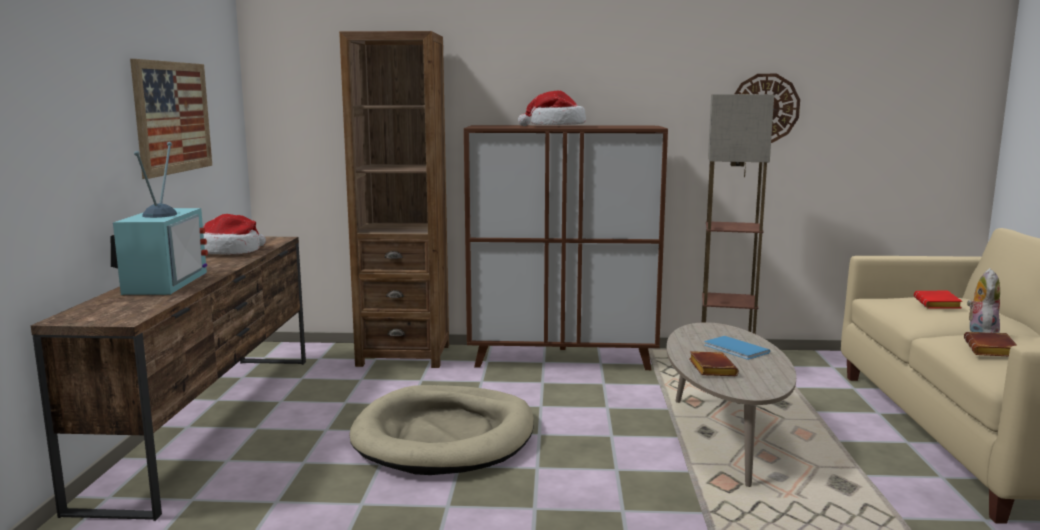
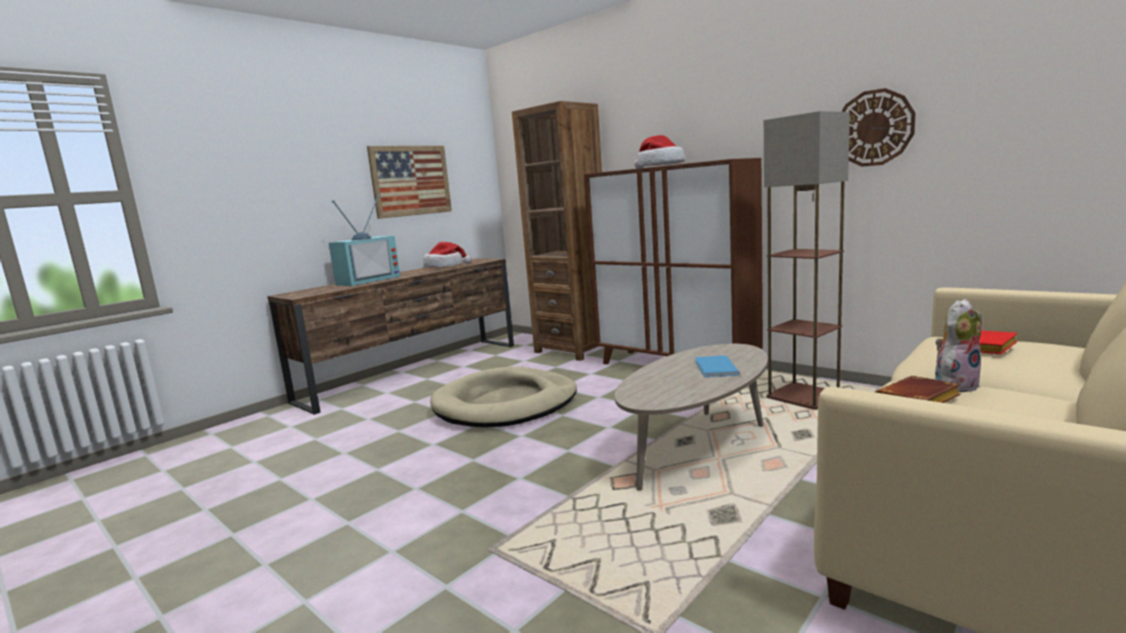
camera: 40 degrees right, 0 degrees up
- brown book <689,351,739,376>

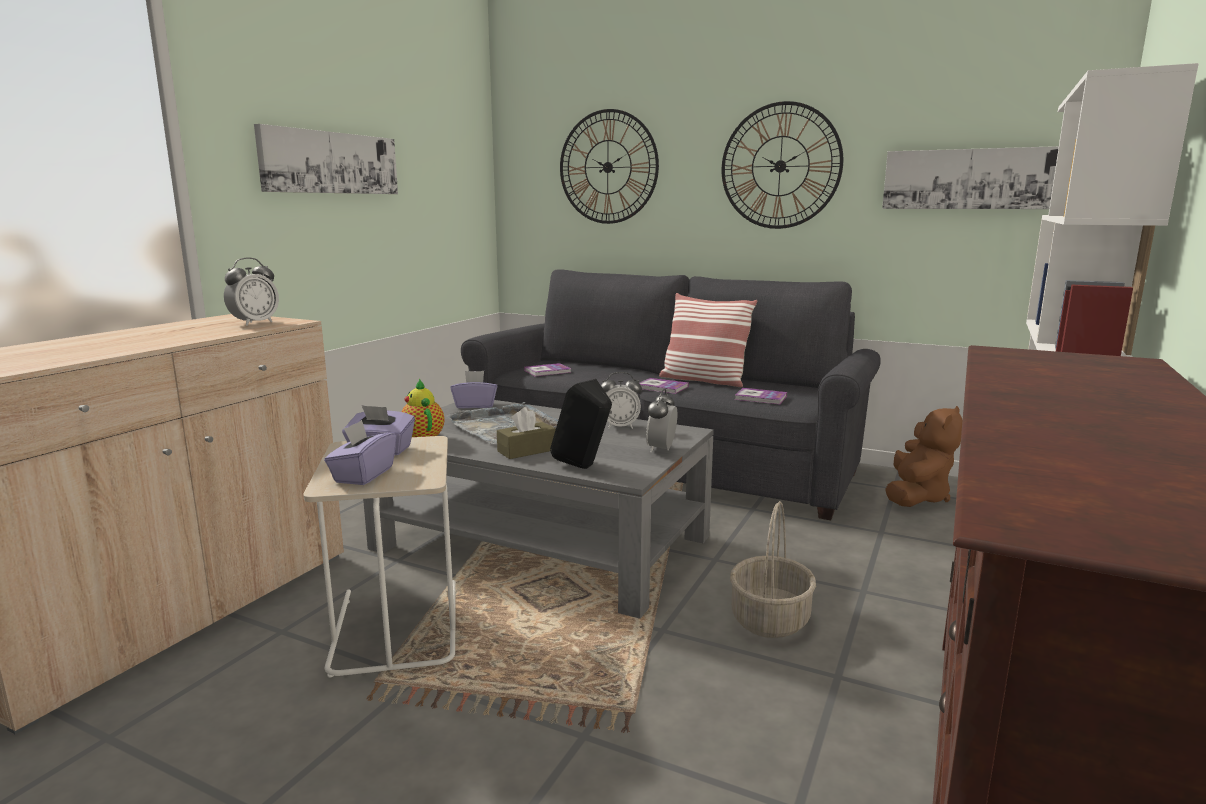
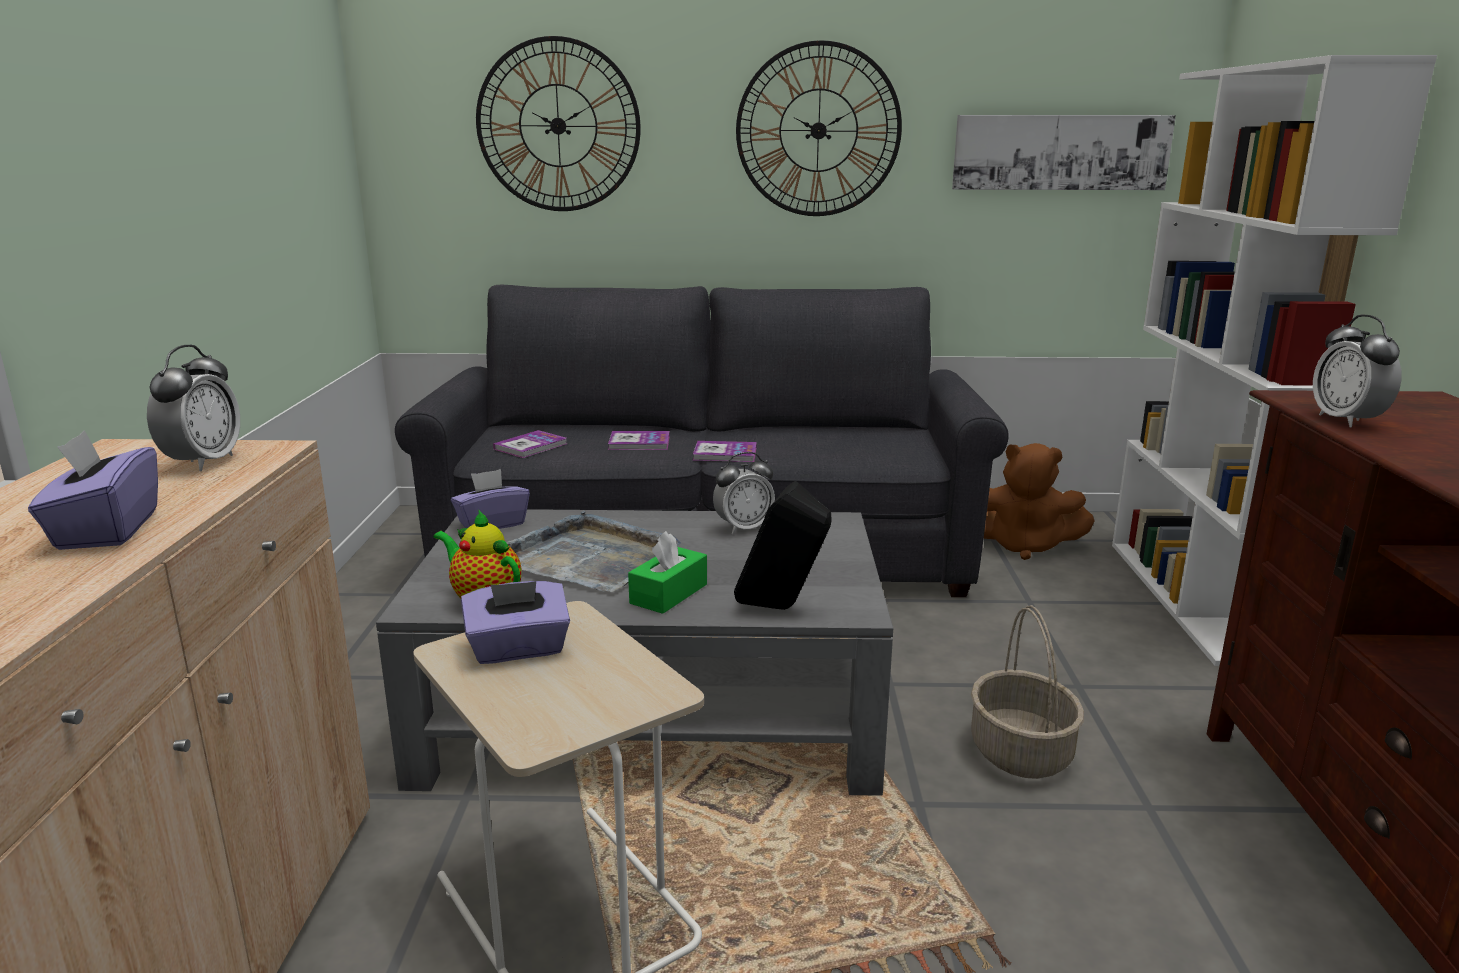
camera: 25 degrees left, 5 degrees up
~ purple tissue box <324,420,396,485> to <28,430,158,550>
~ book <734,388,787,404> to <608,431,670,450>
~ brown tissue box <497,407,556,459> to green tissue box <628,531,707,614>
~ brown plush toy <885,406,962,507> = <984,443,1095,560> 105 degrees clockwise
~ alarm clock <646,389,677,453> to <1313,315,1402,428>
- picture <254,124,398,194>
- pillow <659,293,757,387>

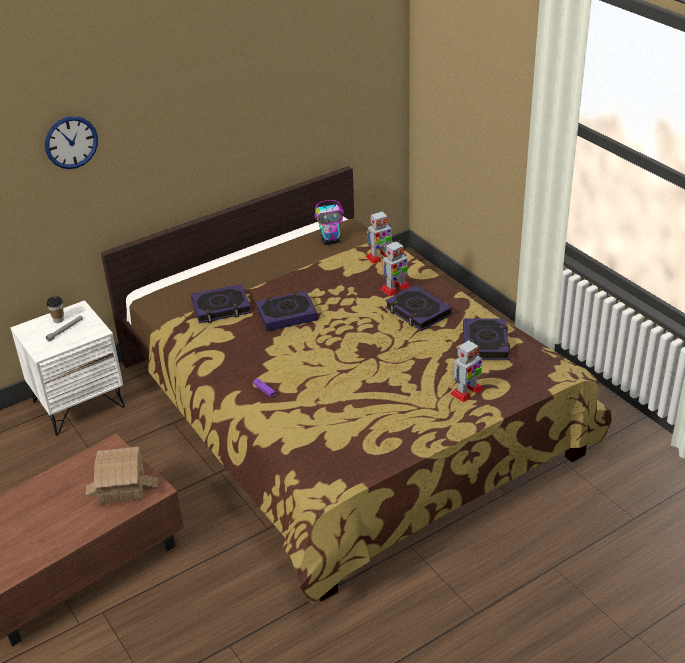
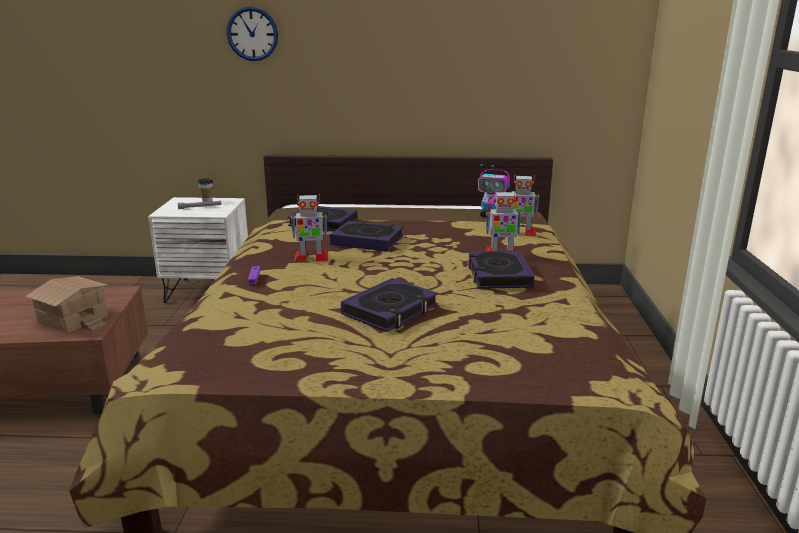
camera: 35 degrees right, 15 degrees down
~ toy robot <450,339,484,402> to <291,194,328,262>
~ book <463,318,510,360> to <341,278,438,332>

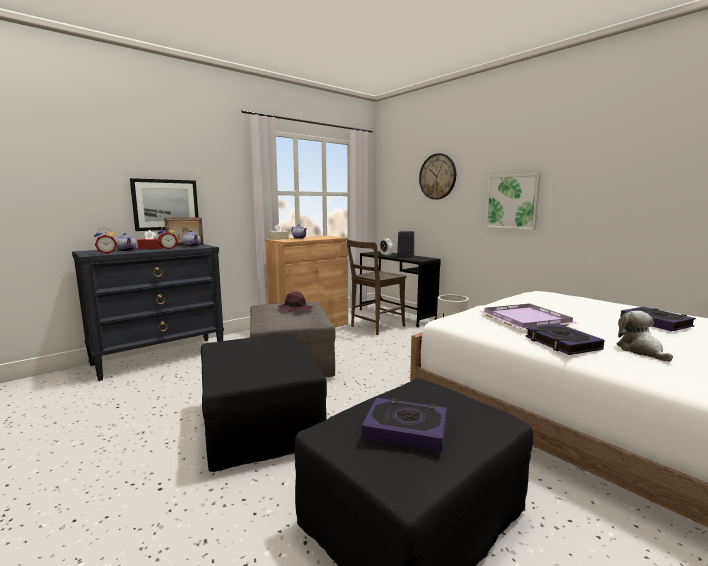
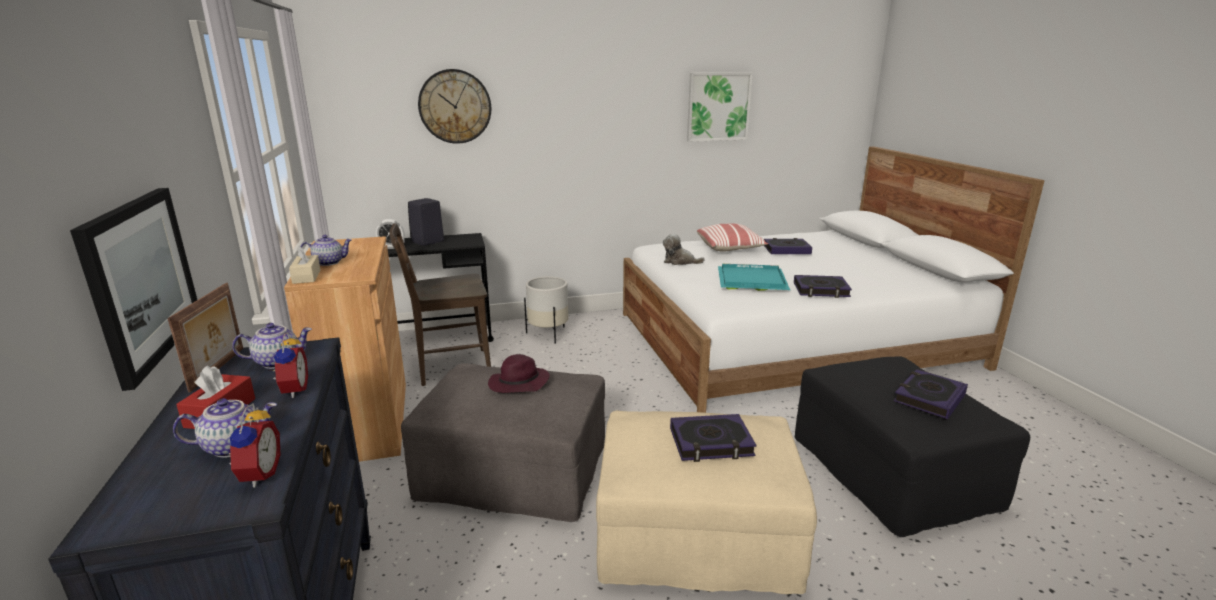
camera: 65 degrees left, 10 degrees up
~ brown chair <347,240,407,335> = <389,223,491,386> 90 degrees clockwise
~ black ottoman <201,334,327,472> to beige ottoman <596,411,817,594>
~ plush toy <616,311,673,362> to <663,234,704,265>
+ book <670,414,756,462>
~ picture <485,173,541,230> to <687,72,753,142>
+ pillow <697,223,768,251>
~ purple tray <479,304,578,330> to turquoise tray <718,264,790,291>

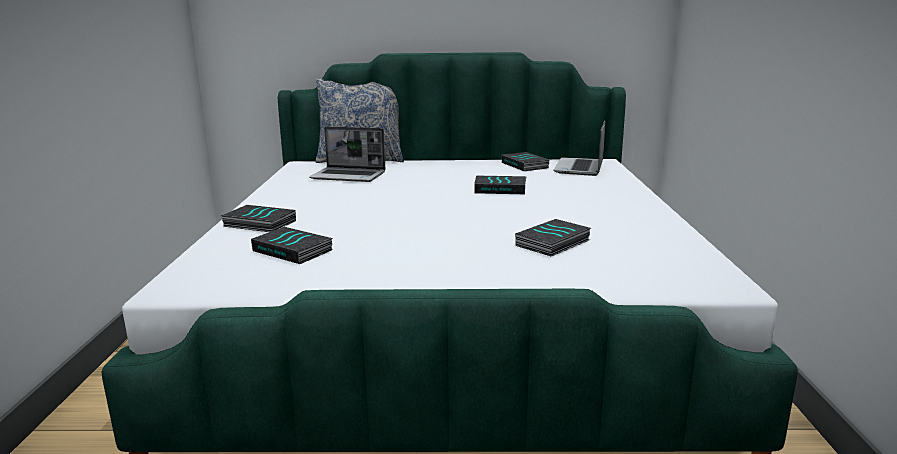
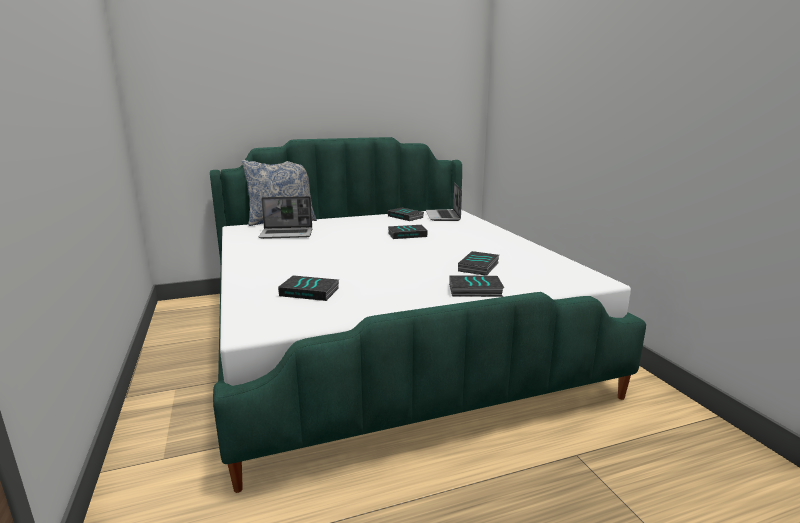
camera: 20 degrees left, 0 degrees up
~ book <221,205,296,232> to <449,275,504,297>

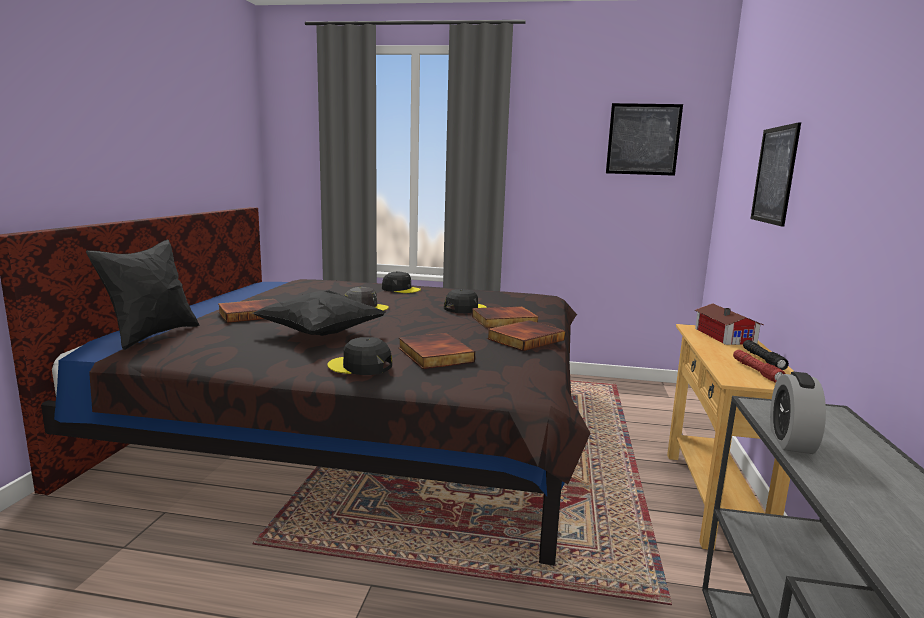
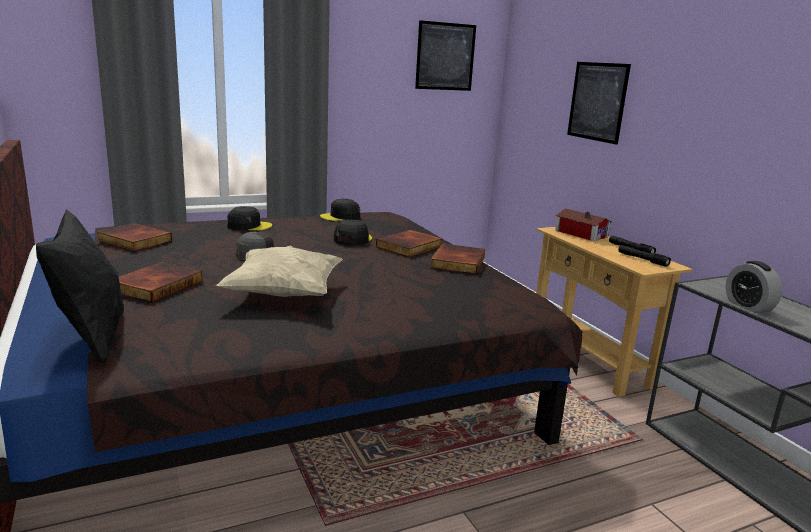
camera: 35 degrees left, 5 degrees up
~ book <398,333,475,369> to <97,223,172,252>
~ black pillow <253,291,386,336> to beige pillow <216,246,343,297>
~ black cap <328,337,392,375> to <320,199,360,221>
~ red flashlight <733,350,786,383> to black flashlight <618,245,671,267>

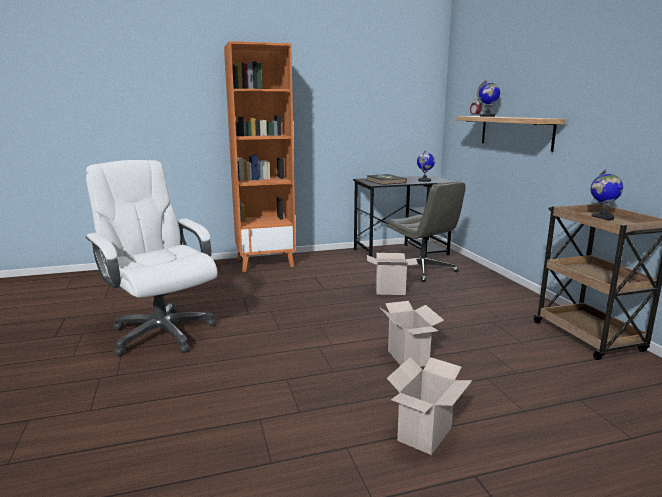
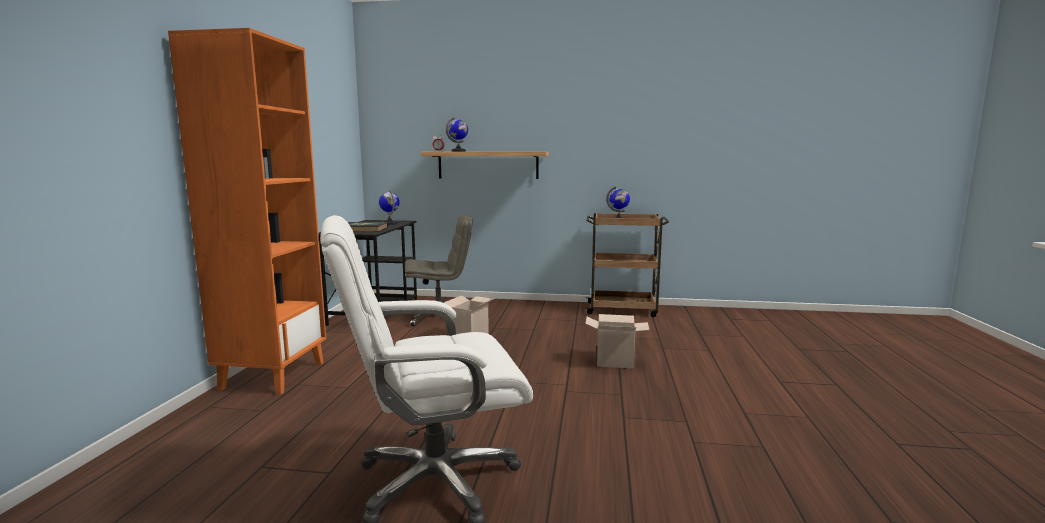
camera: 65 degrees left, 5 degrees down
- cardboard box <387,357,472,455>

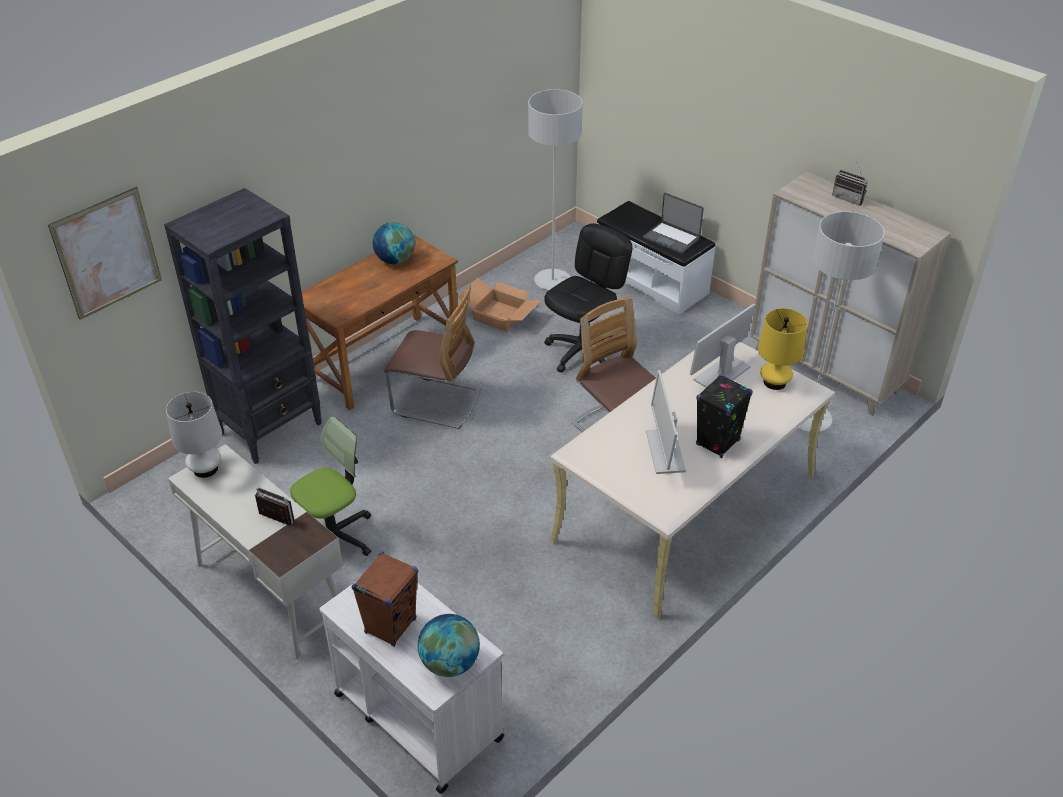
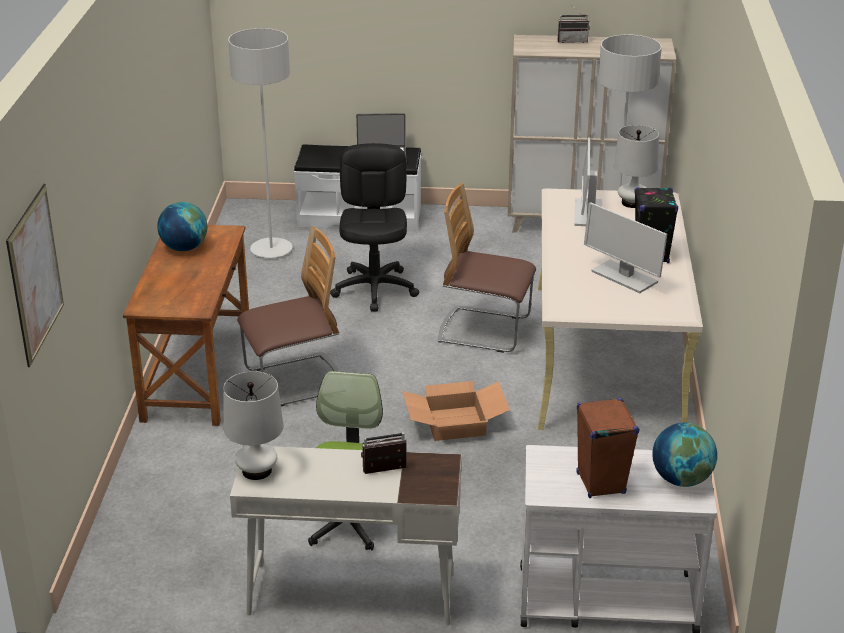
camera: 40 degrees left, 10 degrees down
~ cardboard box <458,278,541,332> to <403,381,510,441>
~ yellow table lamp <758,308,807,390> to white table lamp <614,125,659,208>
- black bookcase <164,188,322,464>

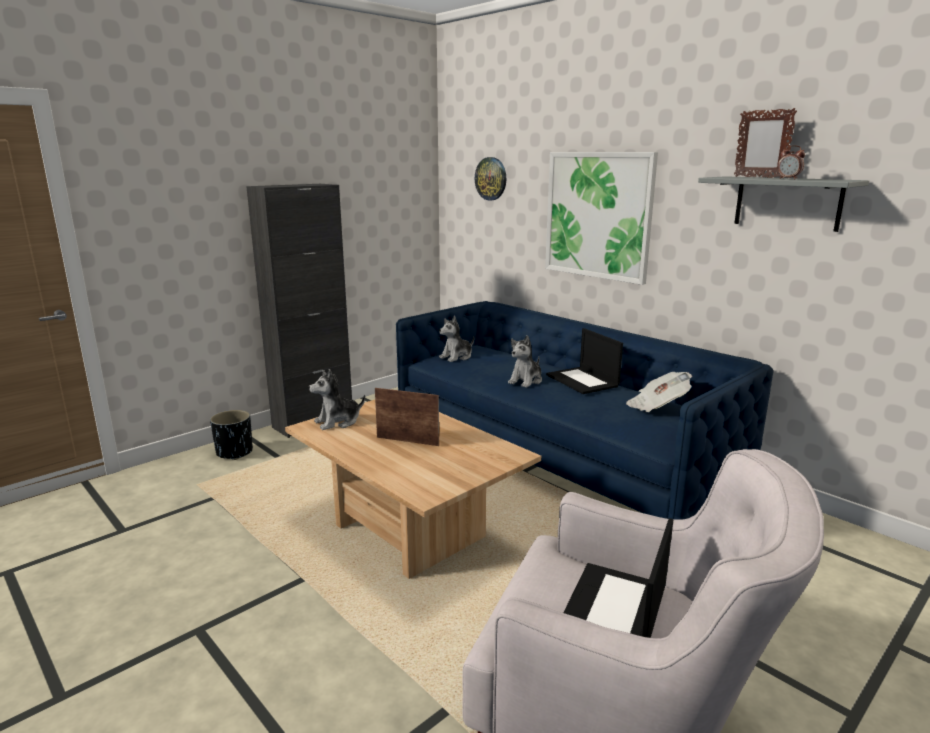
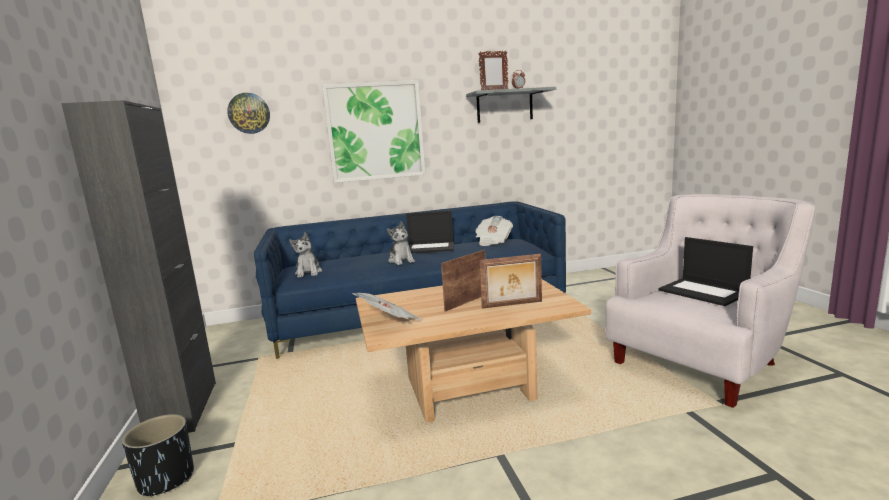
camera: 60 degrees left, 5 degrees down
~ plush toy <309,369,365,430> to newspaper <352,293,423,320>
+ picture frame <479,254,542,309>

